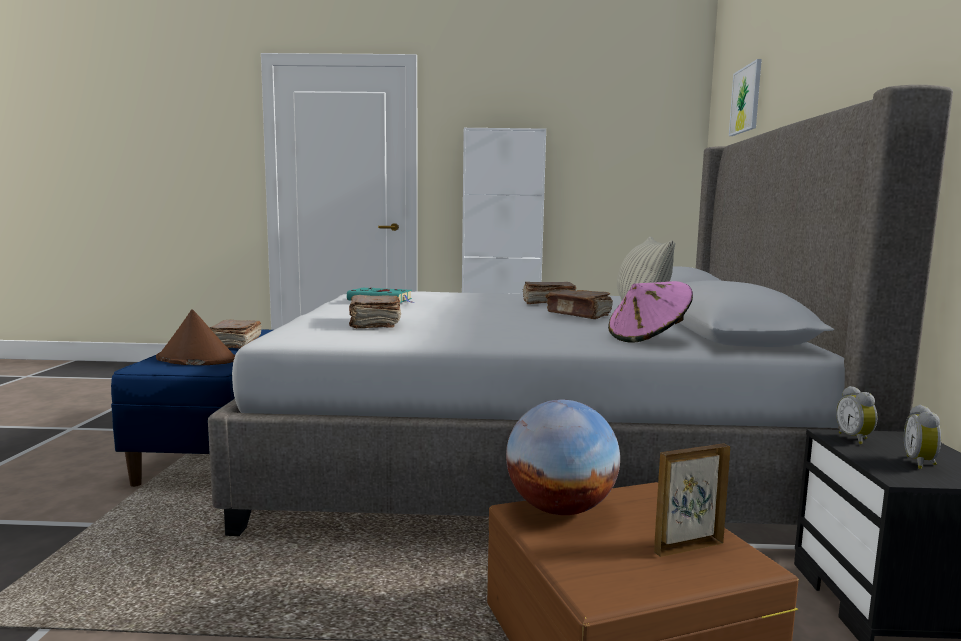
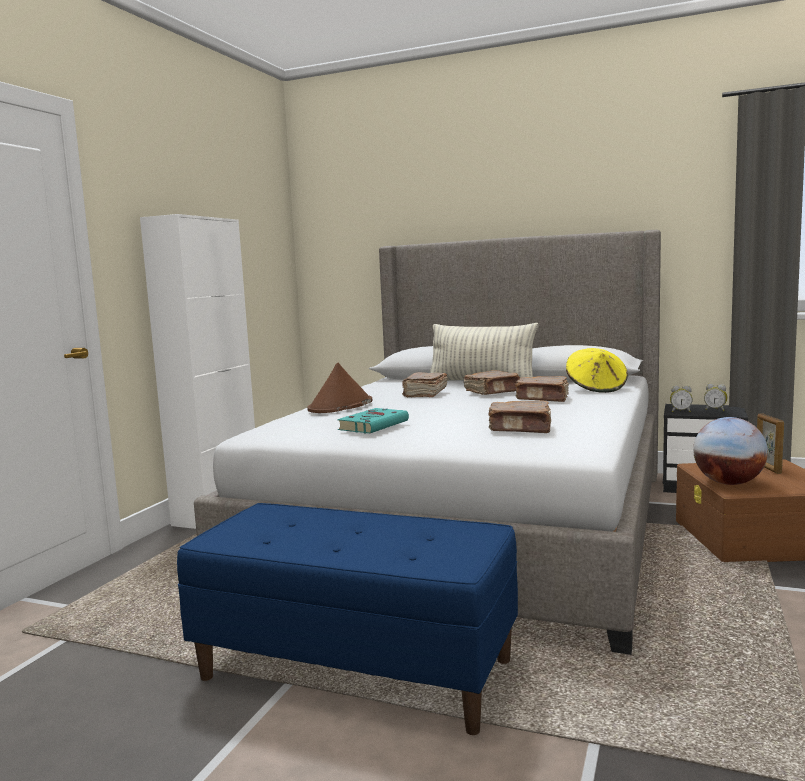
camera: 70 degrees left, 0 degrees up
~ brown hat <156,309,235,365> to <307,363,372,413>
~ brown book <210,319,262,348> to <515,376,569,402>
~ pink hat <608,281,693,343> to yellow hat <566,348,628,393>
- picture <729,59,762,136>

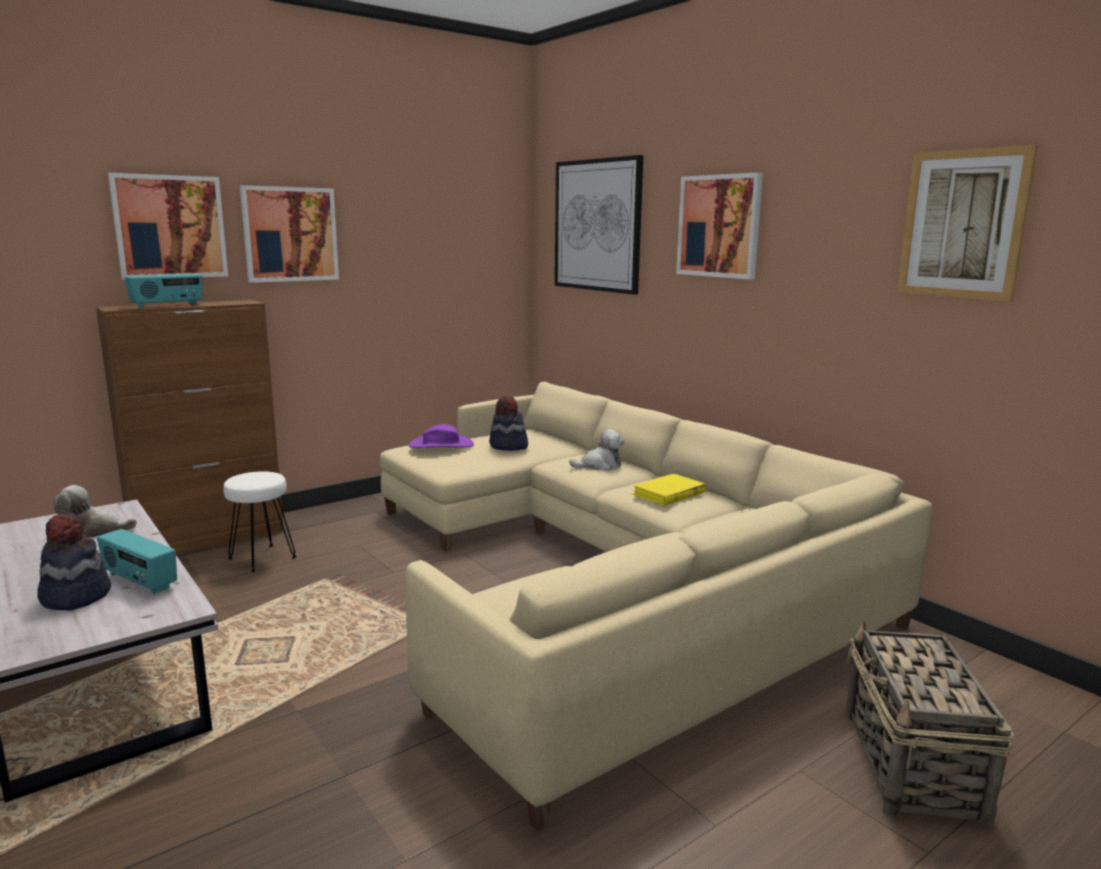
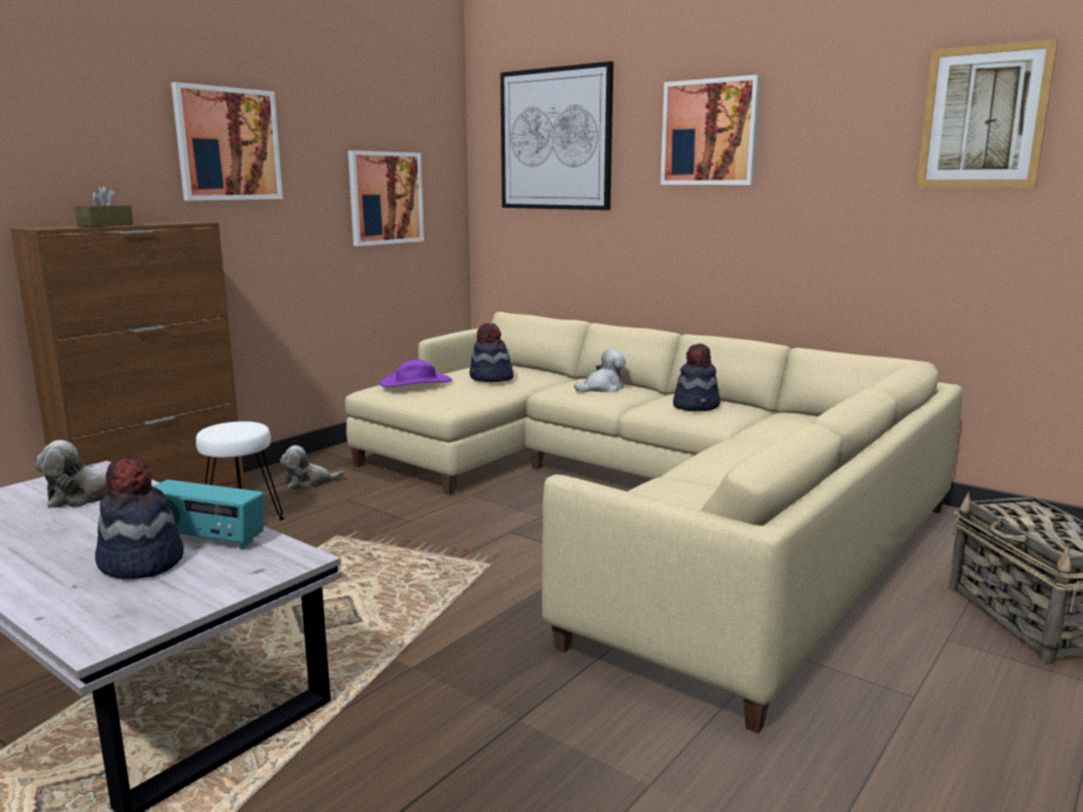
camera: 15 degrees left, 0 degrees up
~ radio <124,274,202,308> to brown tissue box <74,185,134,227>
+ plush toy <280,445,345,489>
~ picture <108,173,228,280> to <348,150,424,246>
~ yellow book <631,474,706,506> to hat <673,343,720,411>

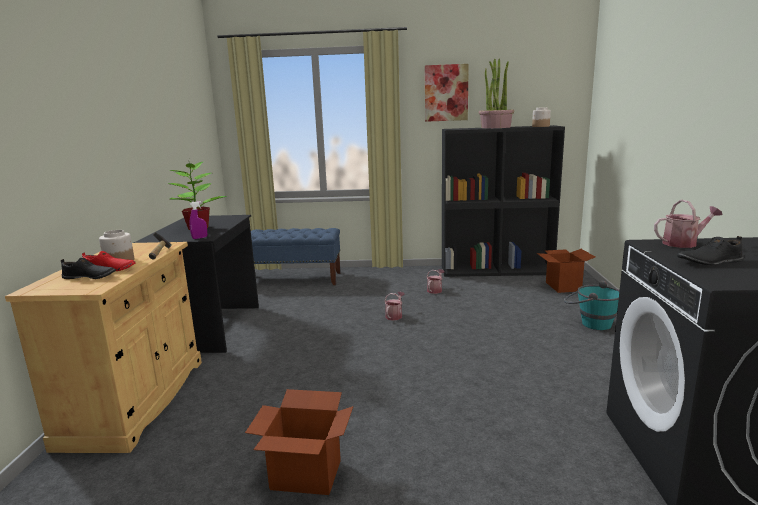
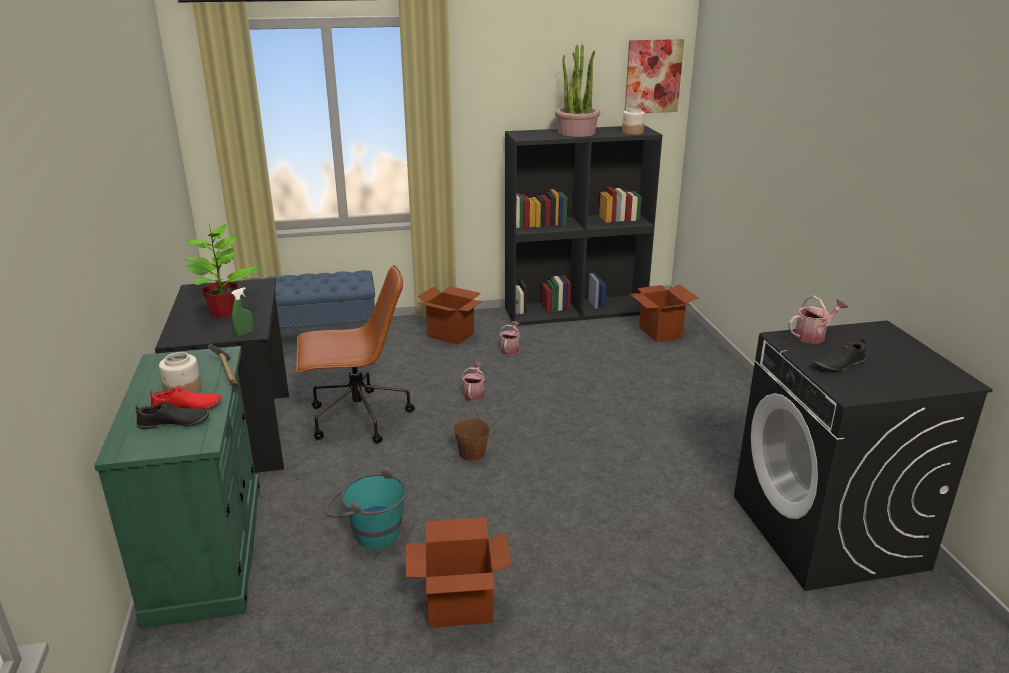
camera: 15 degrees left, 10 degrees up
~ beige cabinet <5,242,202,453> to green cabinet <94,346,260,629>
~ purple spray bottle <189,201,207,239> to green spray bottle <231,287,254,336>
+ brown office chair <296,265,415,443>
~ turquoise bucket <564,281,620,330> to <325,468,407,549>
+ cardboard box <417,286,483,345>
+ brown bucket <453,409,490,461>
~ picture <425,64,469,122> to <625,39,684,113>

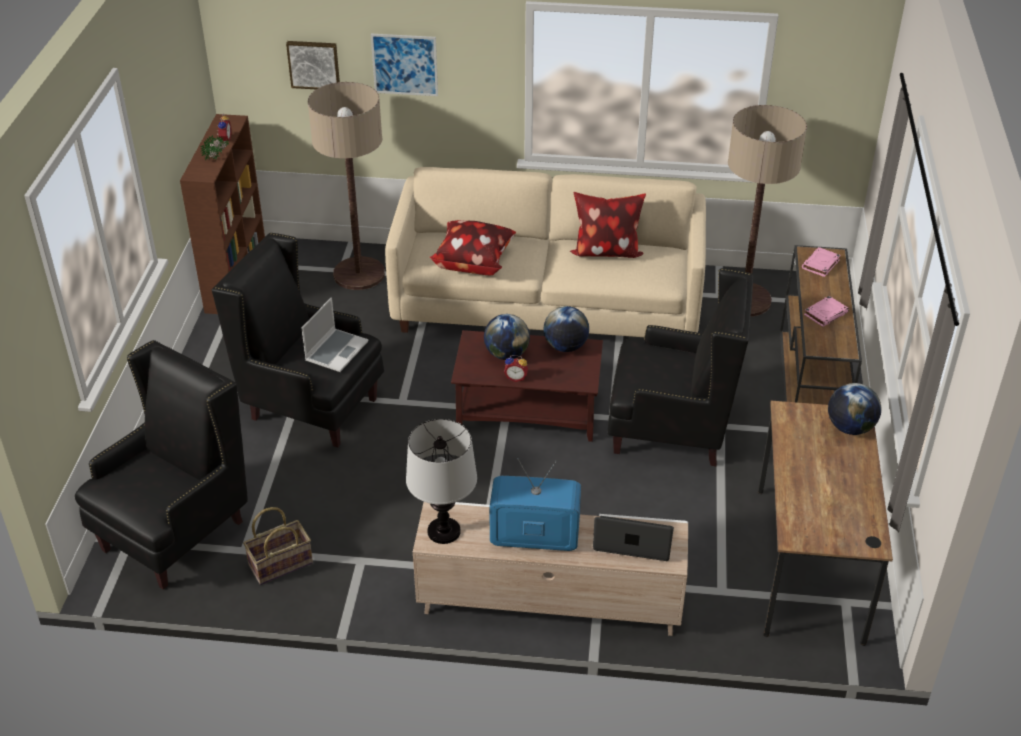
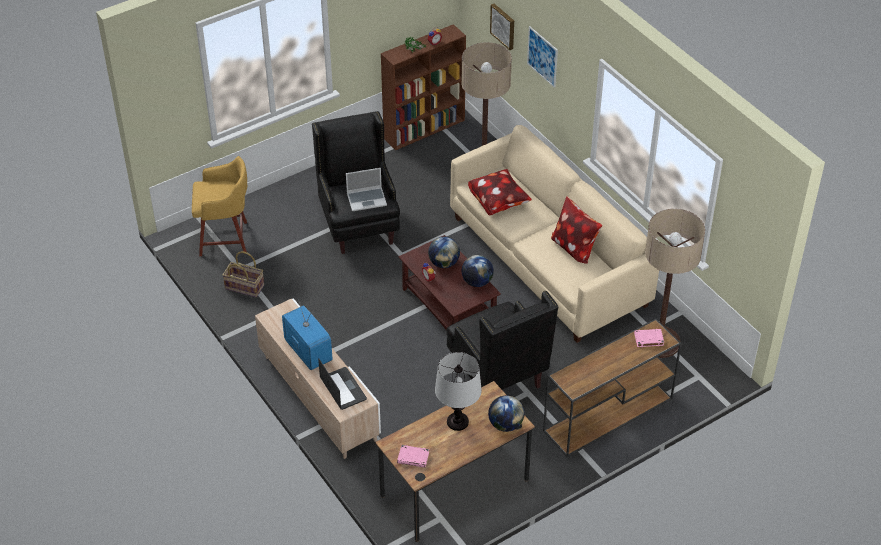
camera: 50 degrees right, 5 degrees up
~ black armchair <75,340,248,590> to yellow stool <192,156,247,256>
~ pink book <804,296,849,327> to <397,445,429,468>
~ table lamp <406,419,477,544> to <435,352,482,431>

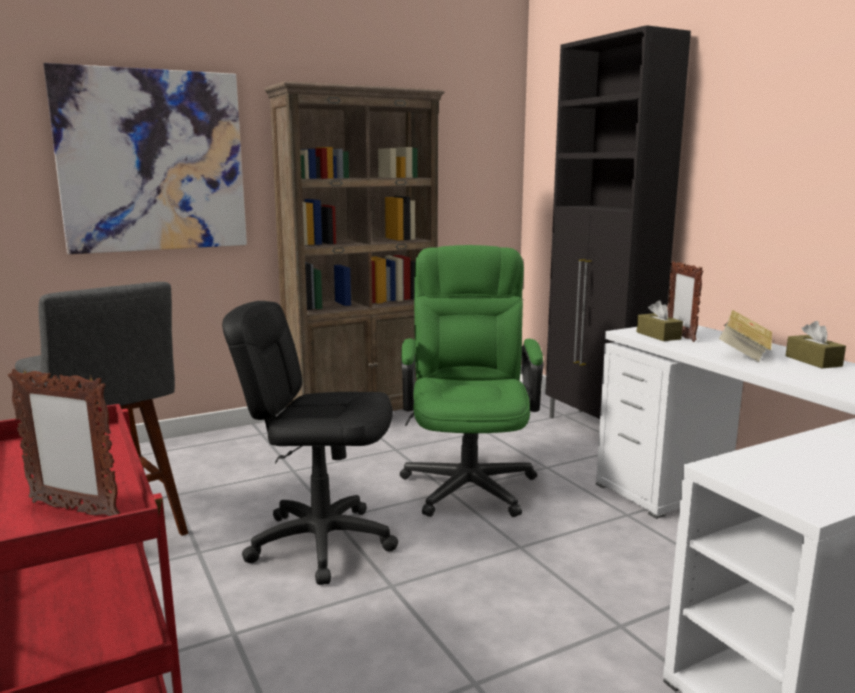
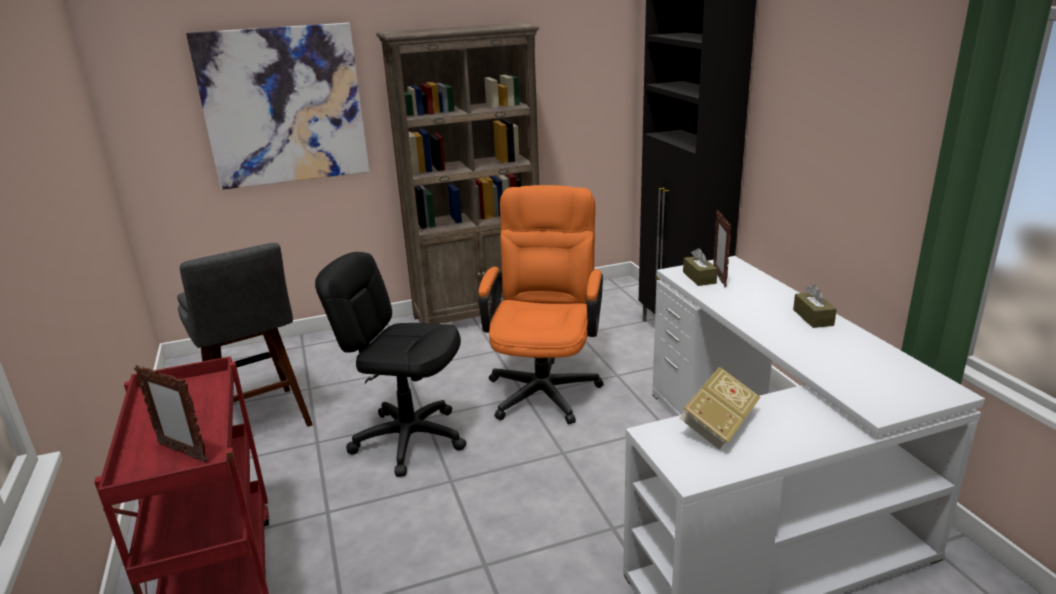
camera: 10 degrees right, 10 degrees up
~ green office chair <400,245,543,517> to orange office chair <478,185,604,424>
~ book <719,310,772,362> to <679,367,761,450>

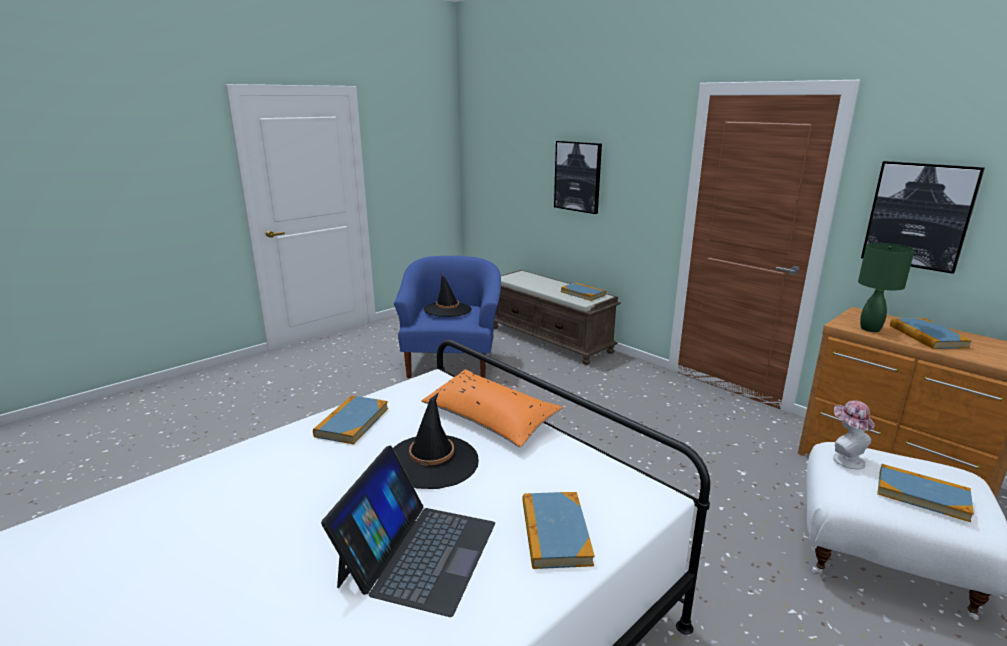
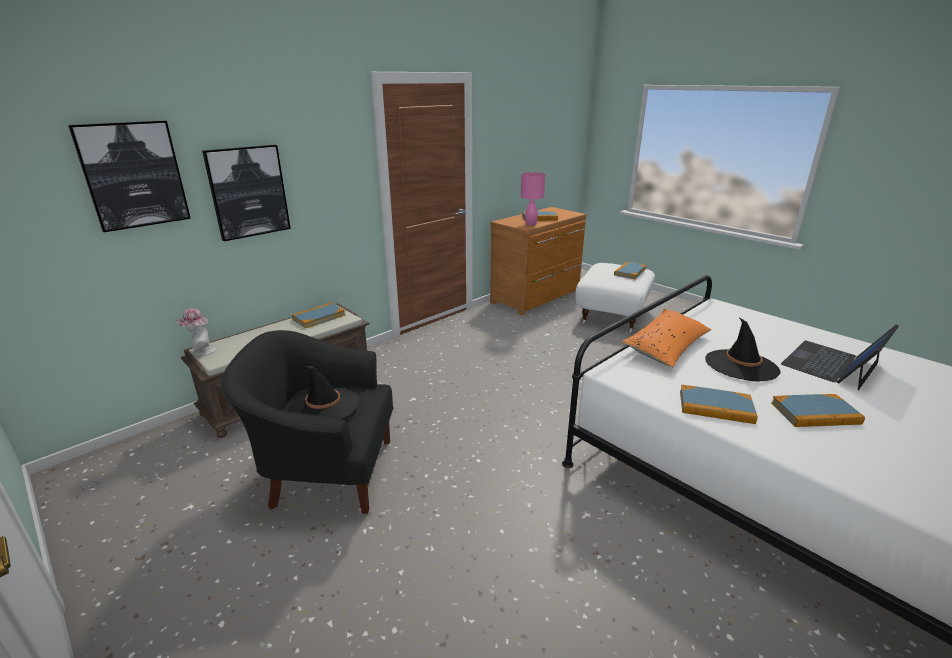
camera: 90 degrees left, 5 degrees up
~ picture <861,161,985,274> to <68,121,191,232>
~ hat <833,401,875,469> to <176,308,216,356>
~ blue armchair <394,256,501,378> to black armchair <221,330,393,514>
~ green table lamp <858,243,915,332> to pink table lamp <521,172,545,226>
~ book <522,492,595,569> to <771,394,865,427>
~ laptop <321,445,495,617> = <781,324,899,390> 60 degrees counterclockwise

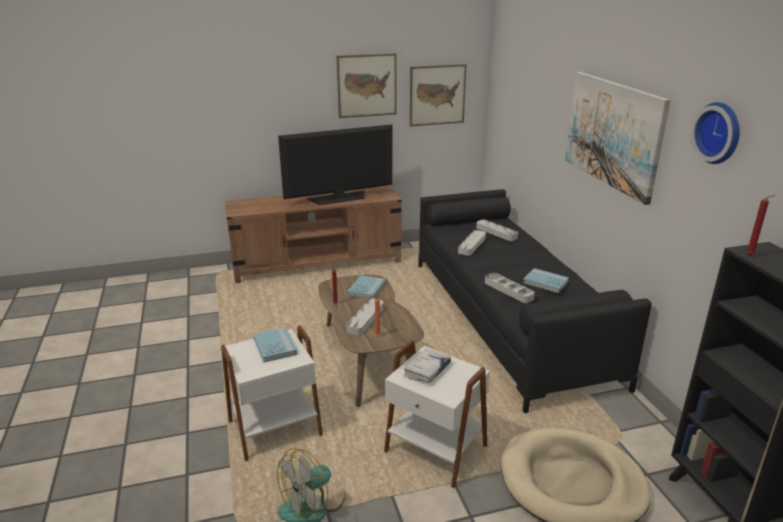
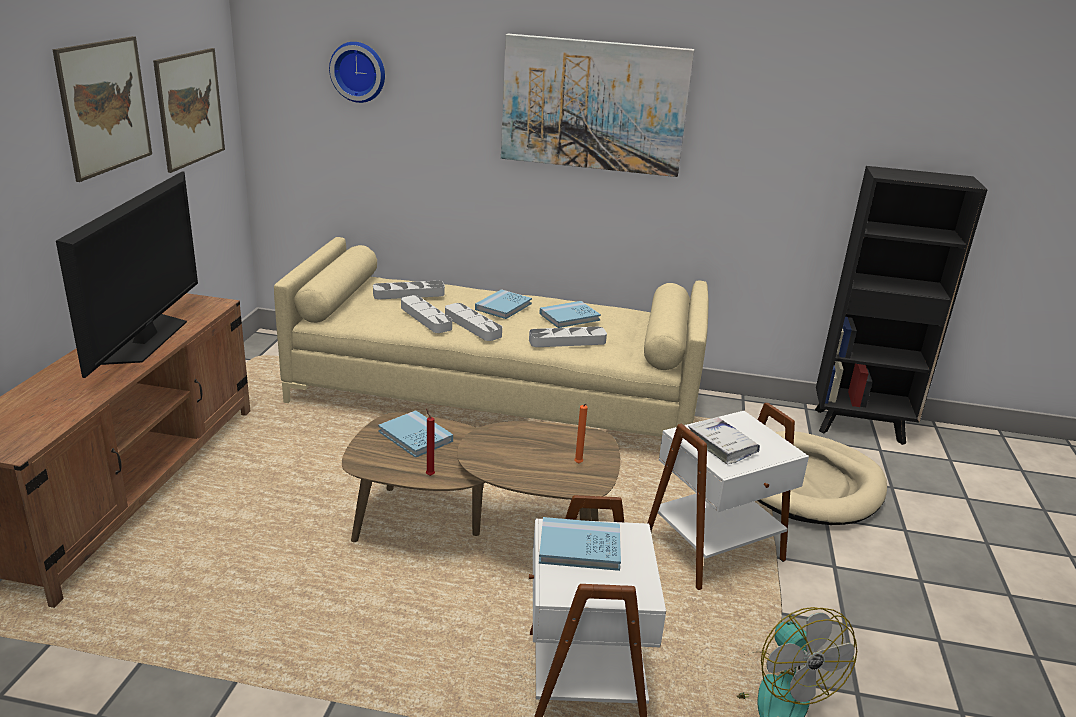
camera: 65 degrees left, 0 degrees up
~ black sofa <418,189,652,413> to beige sofa <274,237,709,437>
~ wall clock <691,102,740,164> to <329,42,385,103>
~ grey tray <347,299,384,336> to <445,303,502,341>
+ blue book <475,289,532,319>
- red candle <746,195,775,255>

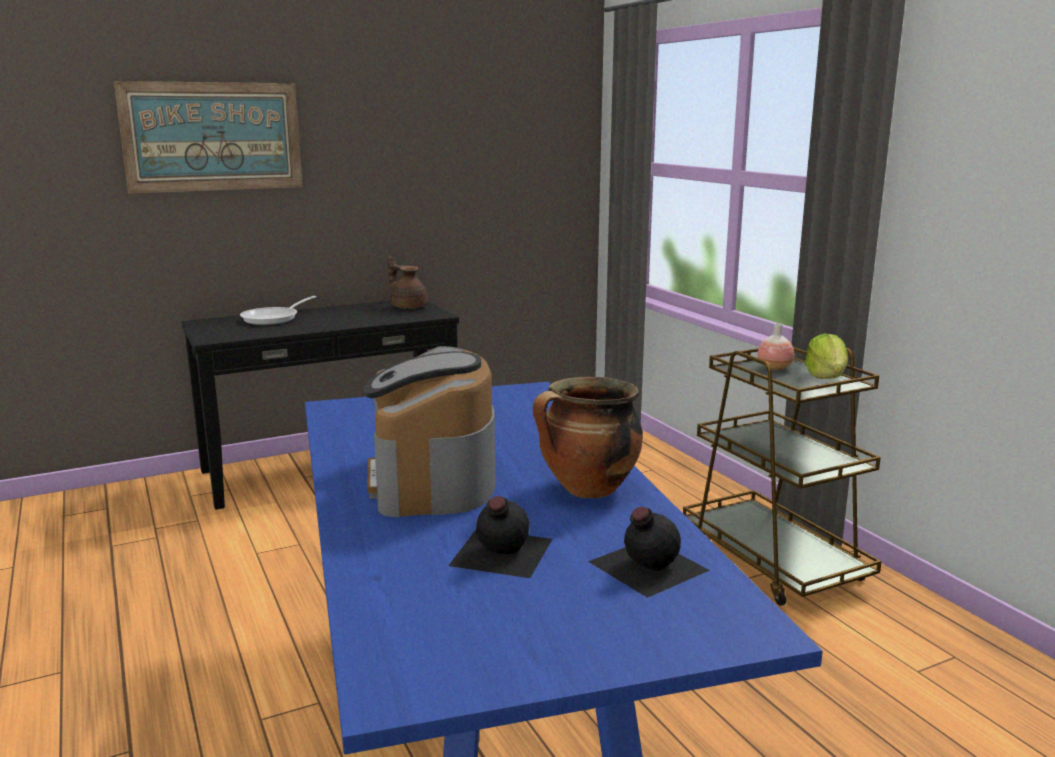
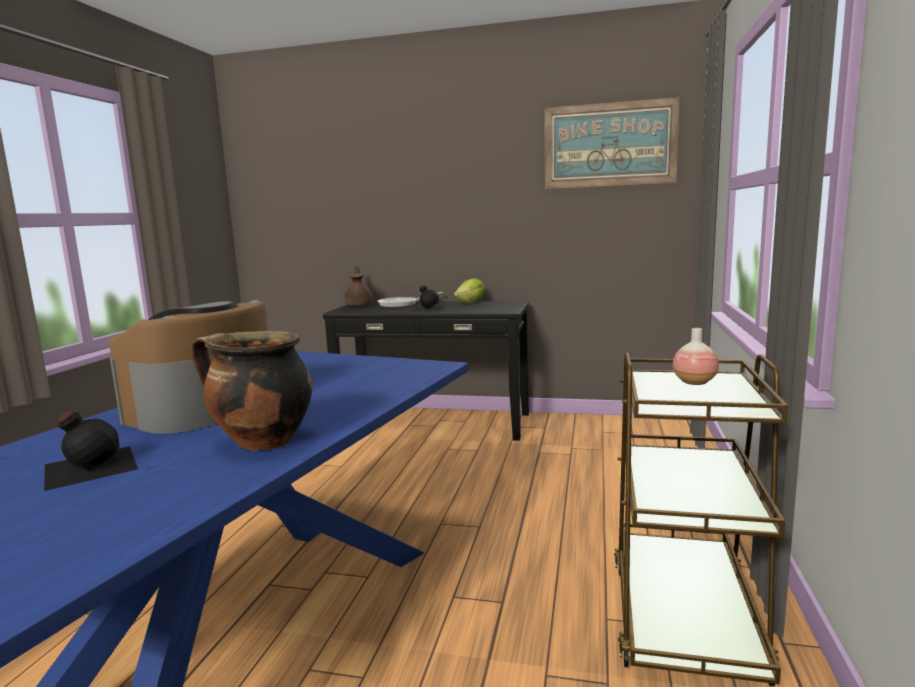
camera: 40 degrees right, 5 degrees down
~ brown teapot <388,256,427,309> to <345,266,373,306>
~ black bottle <588,507,710,598> to <411,285,445,312>
~ lettuce <805,333,848,379> to <454,278,485,303>
~ picture <114,81,302,194> to <544,97,680,189>

